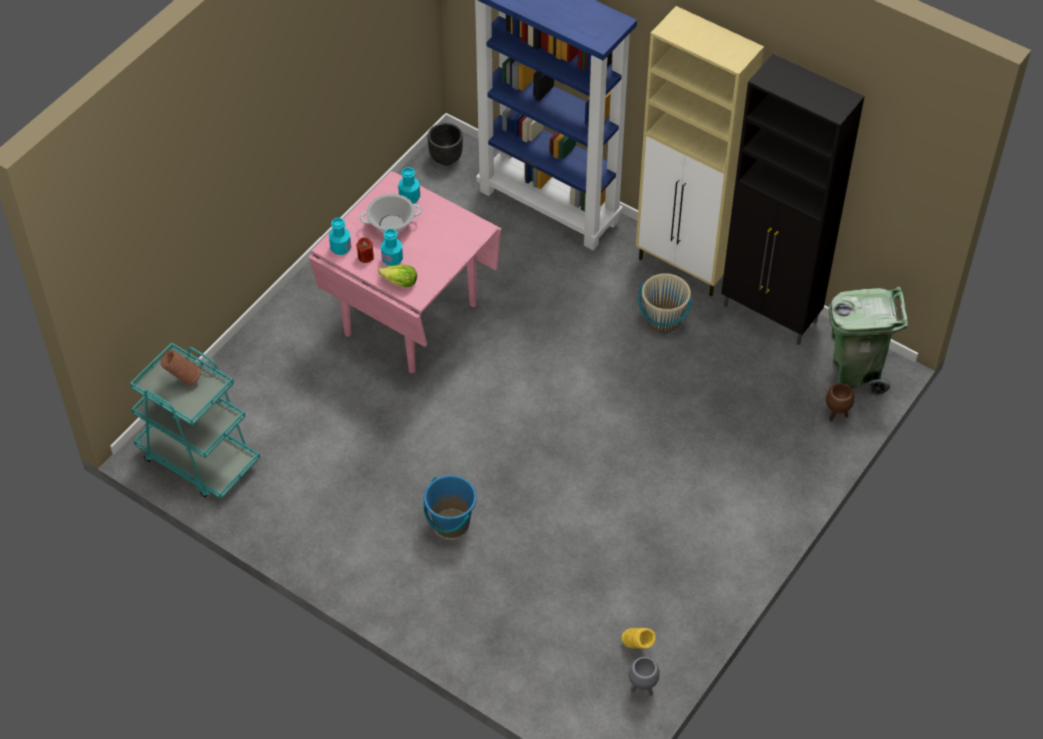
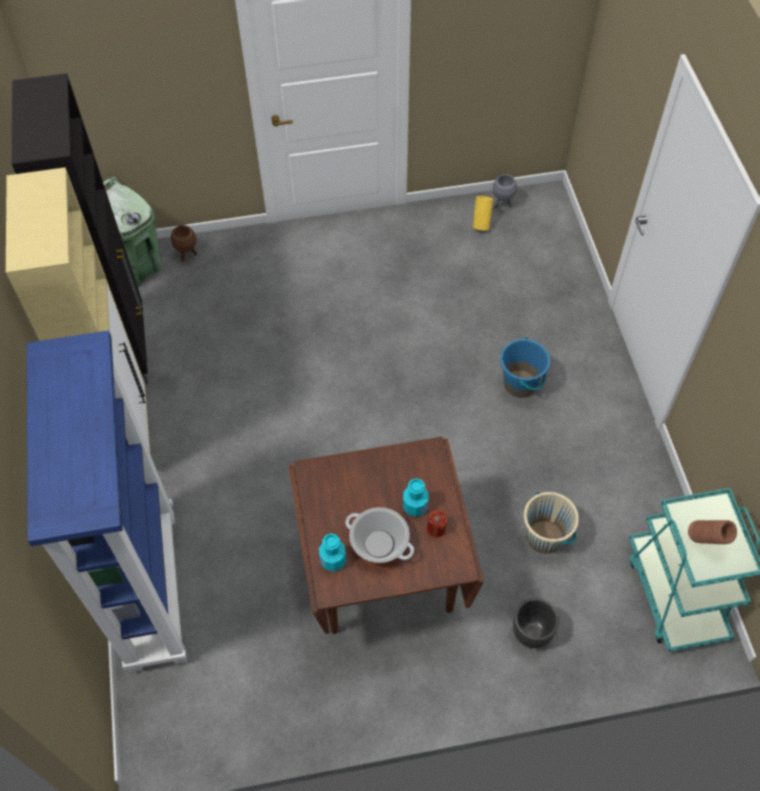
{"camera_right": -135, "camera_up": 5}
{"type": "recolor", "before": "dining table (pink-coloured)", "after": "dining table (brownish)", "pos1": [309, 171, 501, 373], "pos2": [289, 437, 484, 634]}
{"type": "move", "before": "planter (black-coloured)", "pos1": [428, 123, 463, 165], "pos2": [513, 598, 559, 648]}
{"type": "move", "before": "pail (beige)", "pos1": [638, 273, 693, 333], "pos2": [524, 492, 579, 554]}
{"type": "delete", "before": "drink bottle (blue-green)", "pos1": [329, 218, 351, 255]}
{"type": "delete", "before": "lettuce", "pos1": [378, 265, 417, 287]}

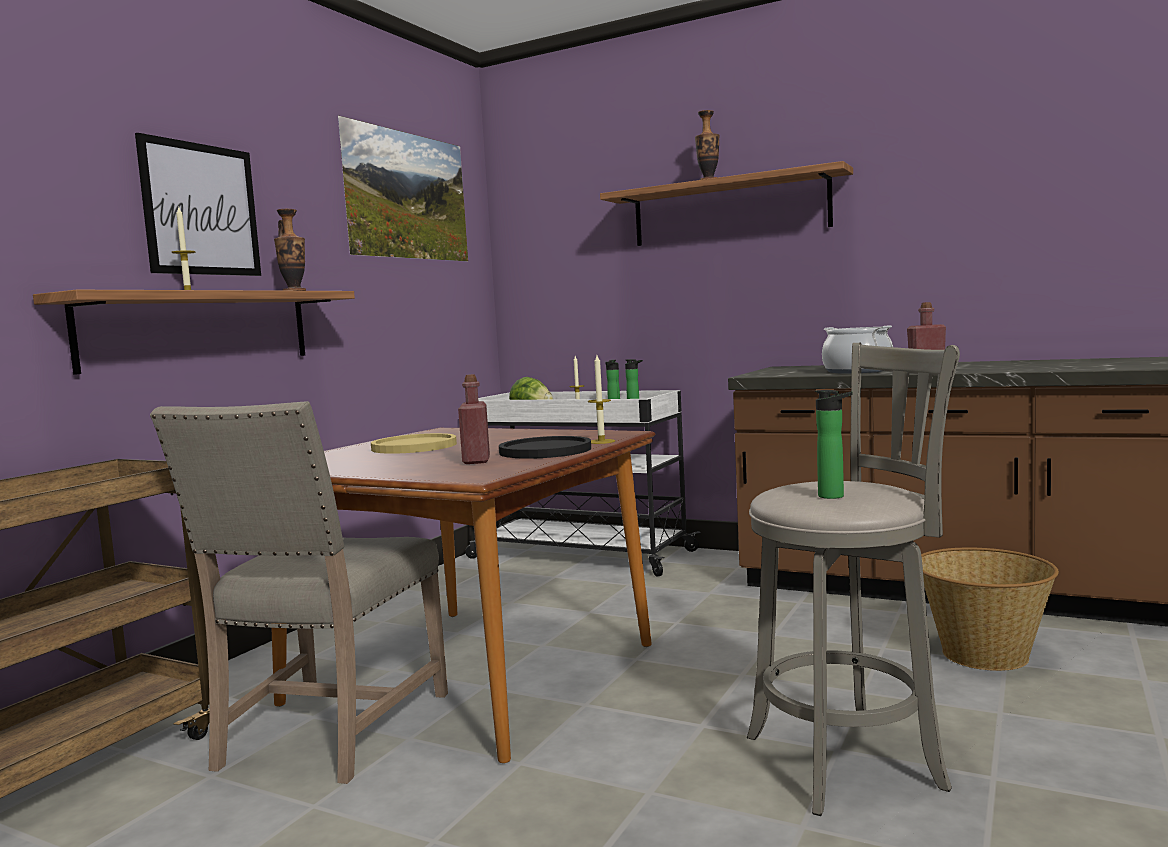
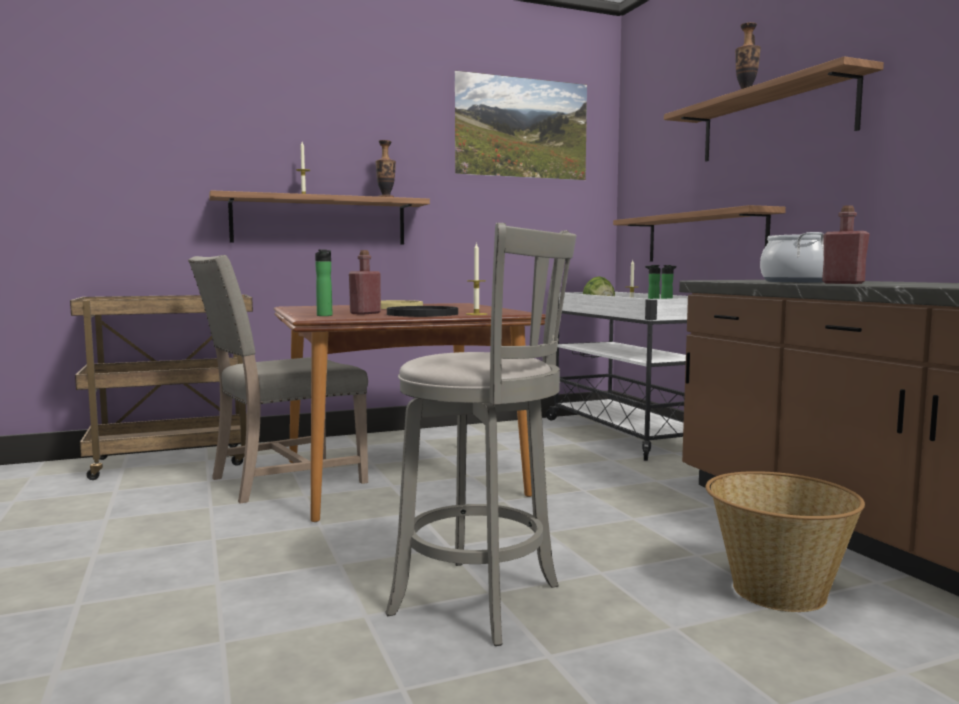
{"camera_right": 40, "camera_up": 0}
{"type": "move", "before": "drink bottle", "pos1": [815, 390, 853, 499], "pos2": [315, 249, 332, 316]}
{"type": "insert", "after": "wall shelf", "pos2": [613, 205, 786, 261]}
{"type": "delete", "before": "wall picture", "pos1": [135, 133, 261, 276]}

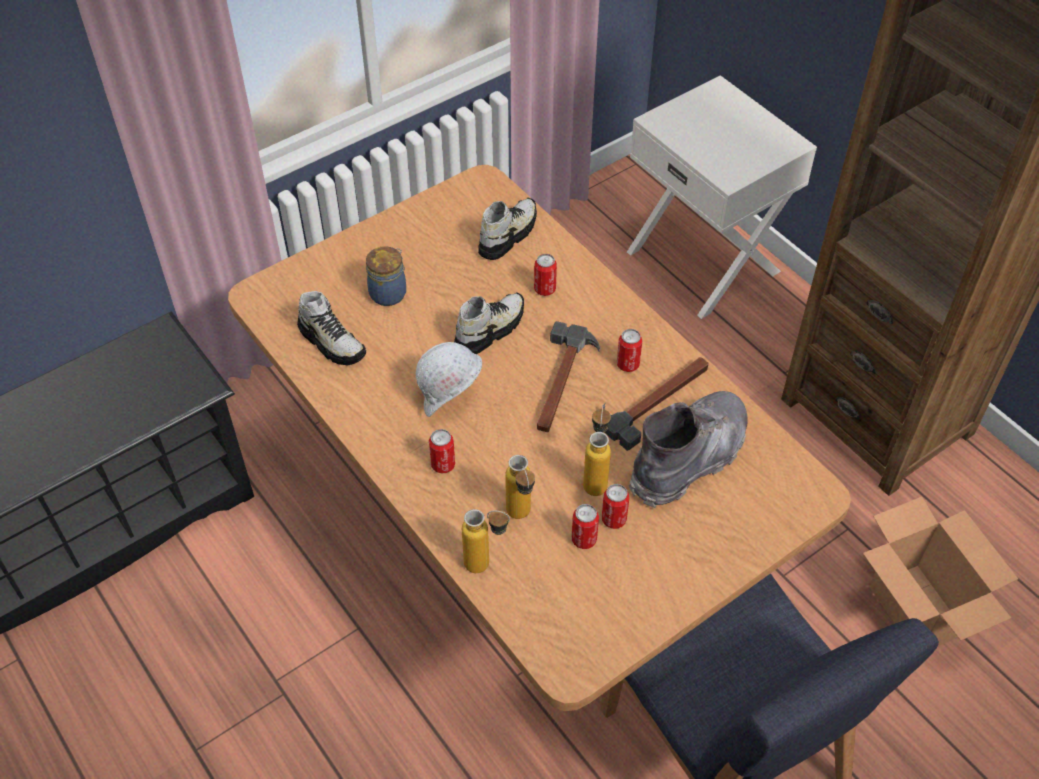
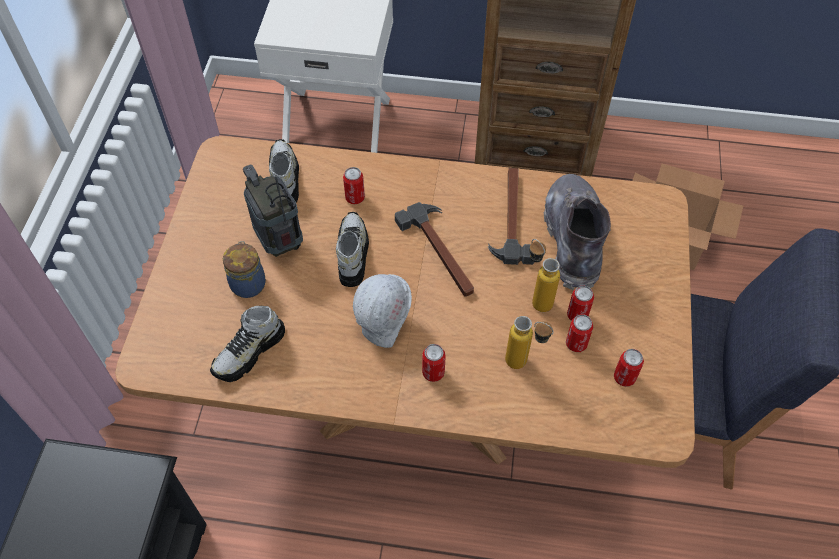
{"camera_right": -45, "camera_up": 5}
{"type": "rotate", "before": "low shoe", "pos1": [297, 291, 366, 366], "pos2": [210, 306, 285, 382], "turn": 135}
{"type": "insert", "after": "radio receiver", "pos2": [243, 165, 303, 257]}
{"type": "move", "before": "metal can", "pos1": [617, 329, 642, 372], "pos2": [614, 349, 644, 387]}
{"type": "delete", "before": "drink bottle", "pos1": [462, 509, 510, 573]}

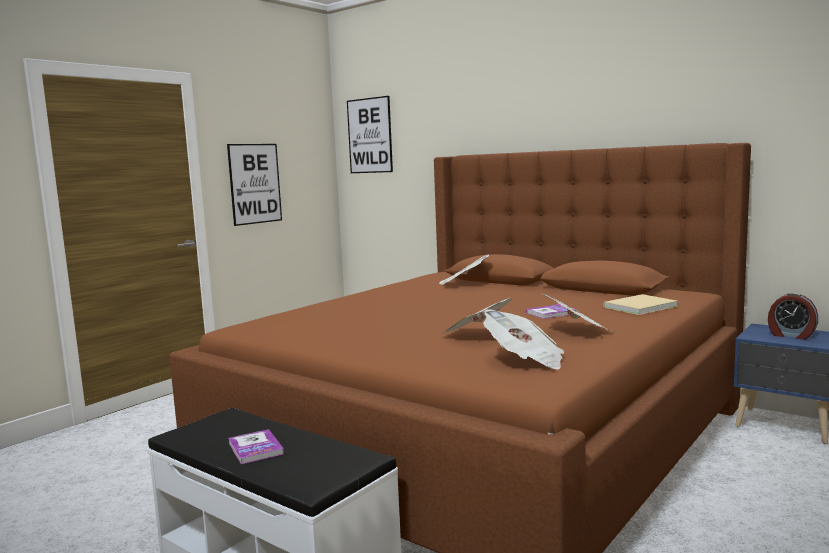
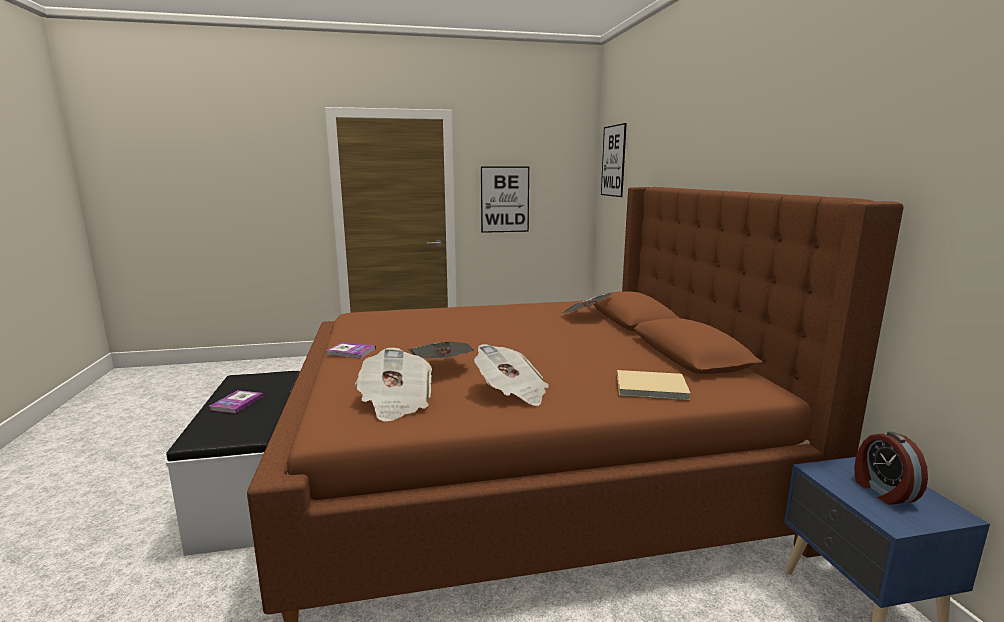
{"camera_right": 40, "camera_up": 5}
{"type": "move", "before": "volume", "pos1": [526, 304, 578, 319], "pos2": [326, 342, 376, 358]}

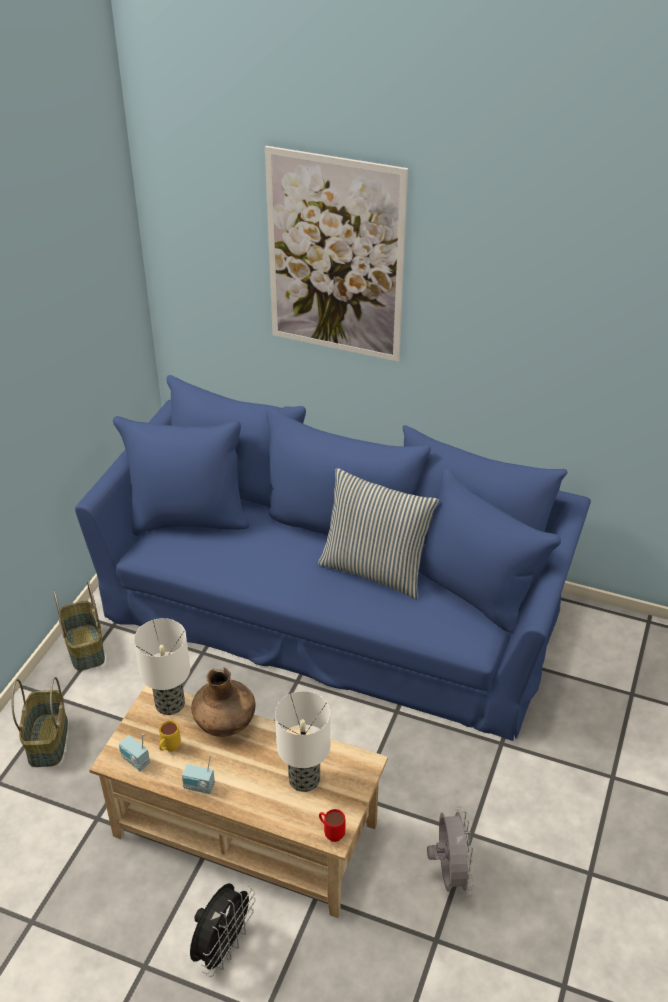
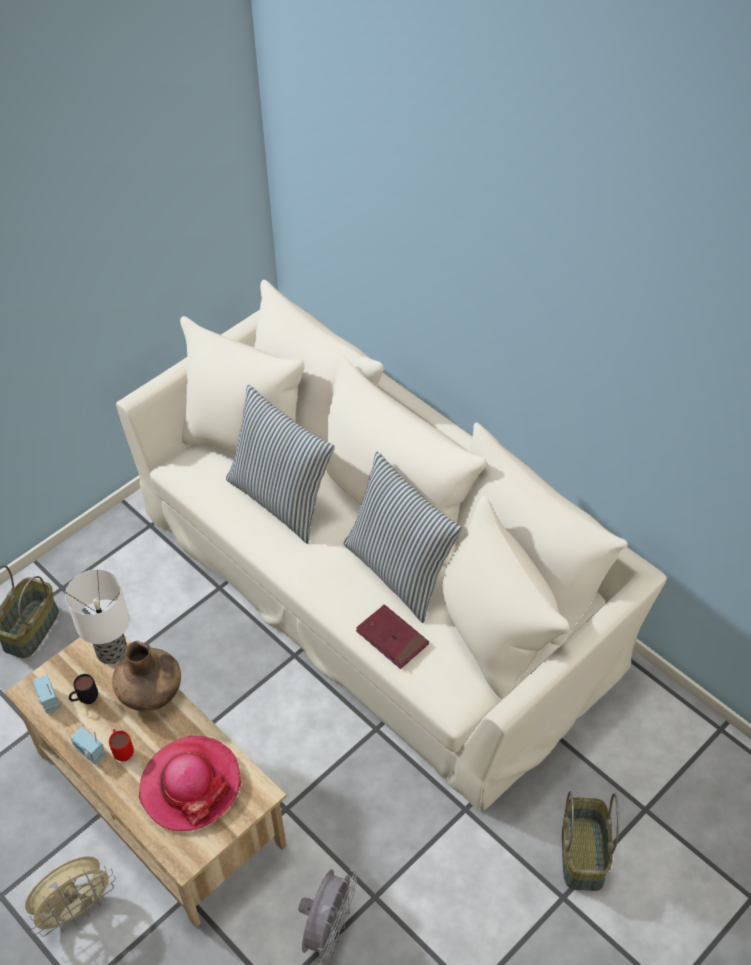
{"camera_right": 25, "camera_up": 10}
{"type": "recolor", "before": "electric fan (black-coloured)", "after": "electric fan (beige)", "pos1": [190, 883, 255, 977], "pos2": [25, 856, 116, 937]}
{"type": "recolor", "before": "mug (yellowish)", "after": "mug (black-coloured)", "pos1": [159, 721, 181, 751], "pos2": [69, 674, 98, 704]}
{"type": "move", "before": "mug (red)", "pos1": [319, 809, 345, 842], "pos2": [109, 729, 134, 761]}
{"type": "recolor", "before": "settee (bluish)", "after": "settee (beige)", "pos1": [75, 375, 591, 741], "pos2": [116, 280, 667, 811]}
{"type": "replace", "before": "table lamp", "after": "hat", "pos1": [275, 691, 330, 792], "pos2": [139, 736, 241, 831]}
{"type": "insert", "after": "cushion", "pos2": [226, 385, 335, 544]}
{"type": "insert", "after": "volume (red)", "pos2": [356, 604, 429, 669]}
{"type": "move", "before": "basket", "pos1": [53, 581, 105, 671], "pos2": [562, 791, 619, 891]}
{"type": "delete", "before": "wall picture", "pos1": [265, 146, 408, 362]}

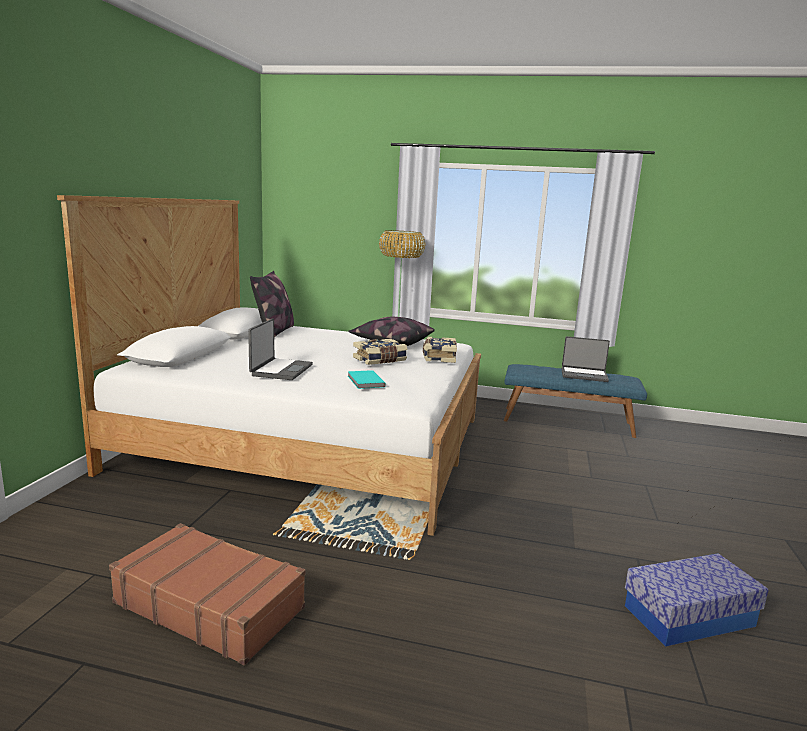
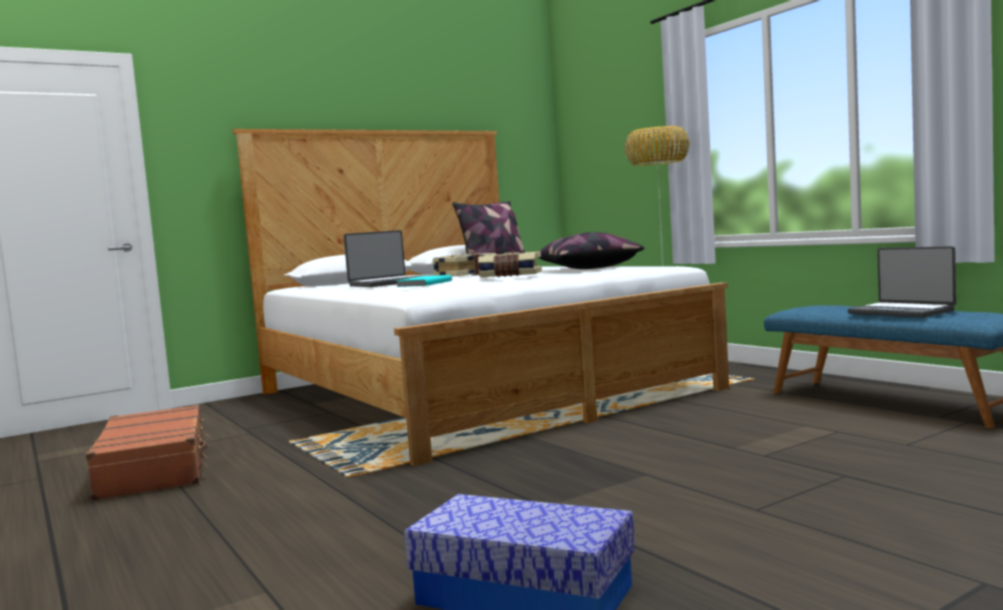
{"camera_right": 45, "camera_up": -10}
{"type": "move", "before": "volume", "pos1": [423, 337, 457, 363], "pos2": [432, 253, 496, 276]}

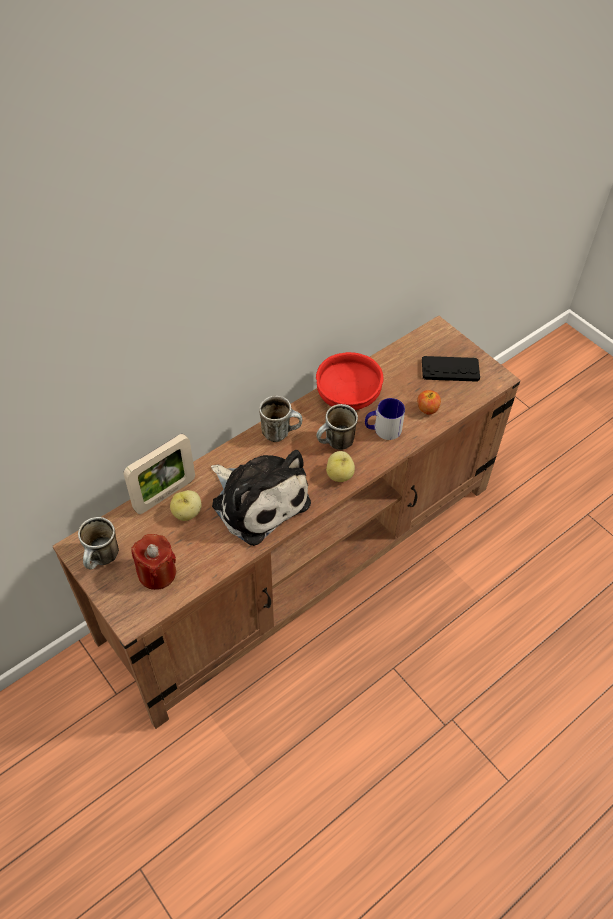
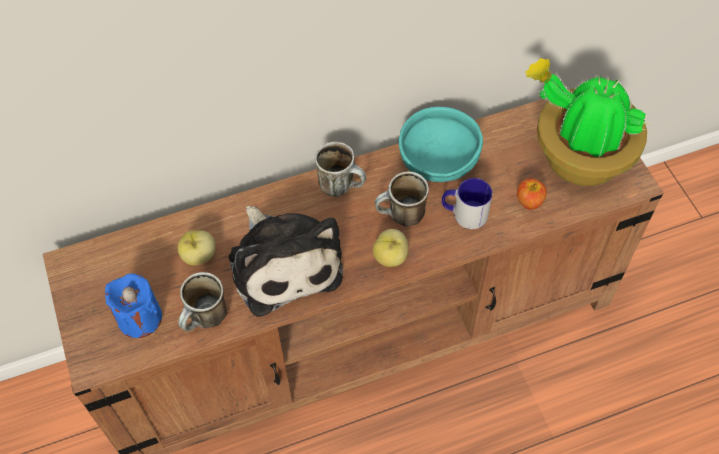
{"camera_right": 20, "camera_up": 5}
{"type": "recolor", "before": "wax light (red)", "after": "wax light (bluish)", "pos1": [131, 534, 176, 590], "pos2": [105, 273, 162, 338]}
{"type": "move", "before": "mug", "pos1": [78, 517, 119, 570], "pos2": [179, 272, 227, 332]}
{"type": "recolor", "before": "deep dish (red)", "after": "deep dish (blue-green)", "pos1": [316, 352, 384, 410], "pos2": [399, 107, 483, 182]}
{"type": "replace", "before": "joypad (black-coloured)", "after": "potted plant", "pos1": [422, 356, 480, 382], "pos2": [525, 58, 650, 186]}
{"type": "delete", "before": "picture frame", "pos1": [123, 434, 195, 514]}

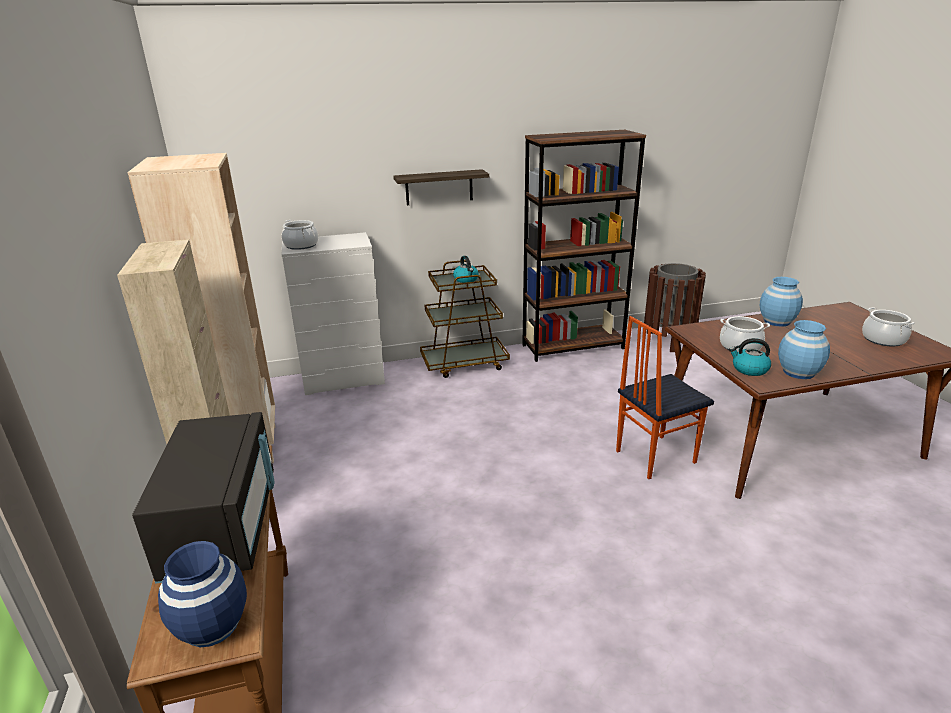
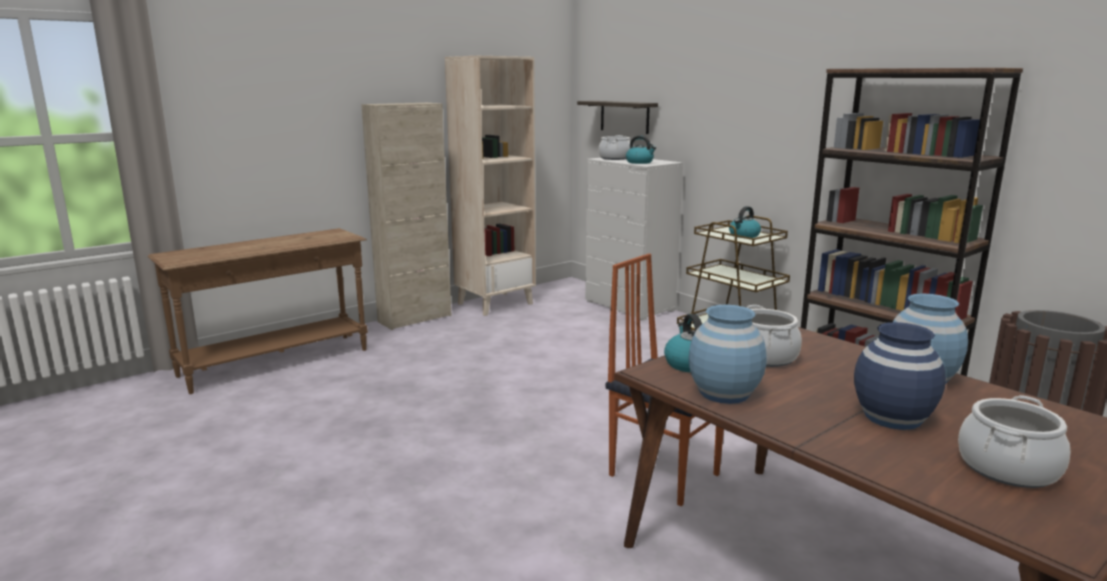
{"camera_right": 65, "camera_up": -10}
{"type": "move", "before": "wall shelf", "pos1": [393, 169, 489, 205], "pos2": [577, 101, 658, 134]}
{"type": "insert", "after": "water kettle", "pos2": [626, 136, 656, 164]}
{"type": "move", "before": "flower vase (bluish)", "pos1": [158, 541, 247, 647], "pos2": [854, 322, 946, 430]}
{"type": "delete", "before": "kitchen microwave (black-coloured)", "pos1": [132, 412, 275, 584]}

